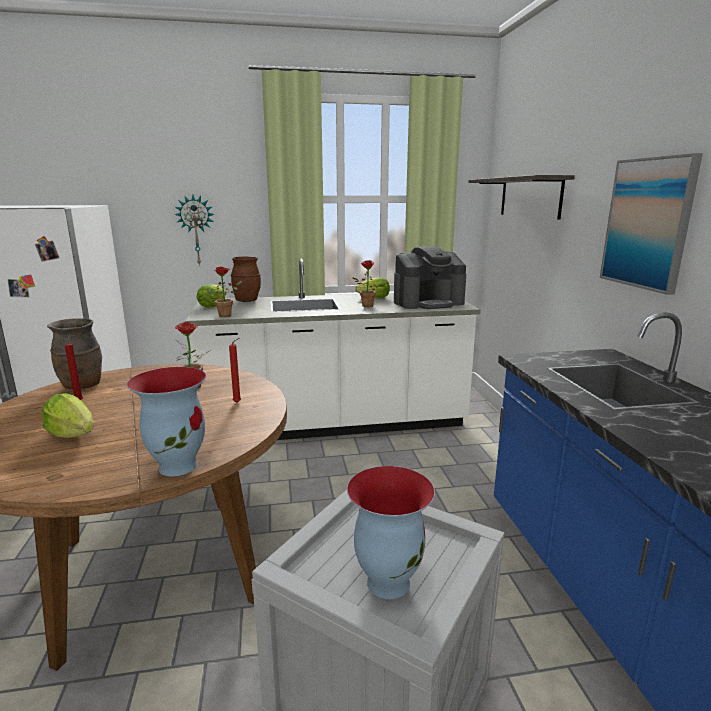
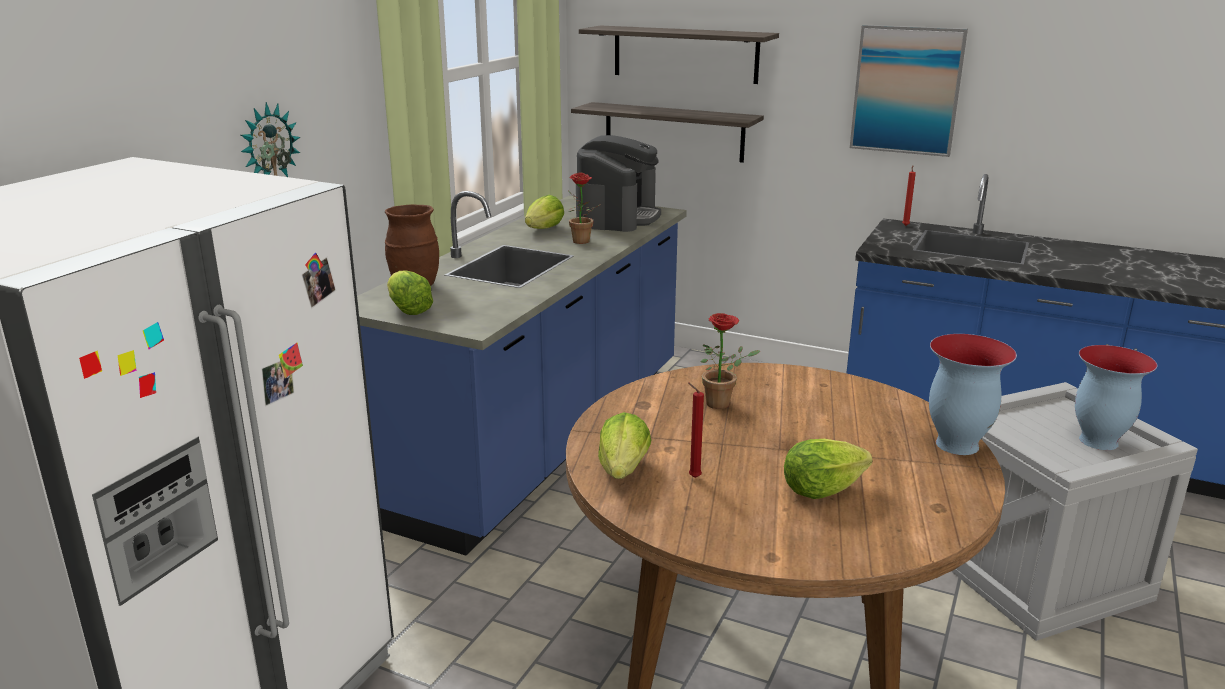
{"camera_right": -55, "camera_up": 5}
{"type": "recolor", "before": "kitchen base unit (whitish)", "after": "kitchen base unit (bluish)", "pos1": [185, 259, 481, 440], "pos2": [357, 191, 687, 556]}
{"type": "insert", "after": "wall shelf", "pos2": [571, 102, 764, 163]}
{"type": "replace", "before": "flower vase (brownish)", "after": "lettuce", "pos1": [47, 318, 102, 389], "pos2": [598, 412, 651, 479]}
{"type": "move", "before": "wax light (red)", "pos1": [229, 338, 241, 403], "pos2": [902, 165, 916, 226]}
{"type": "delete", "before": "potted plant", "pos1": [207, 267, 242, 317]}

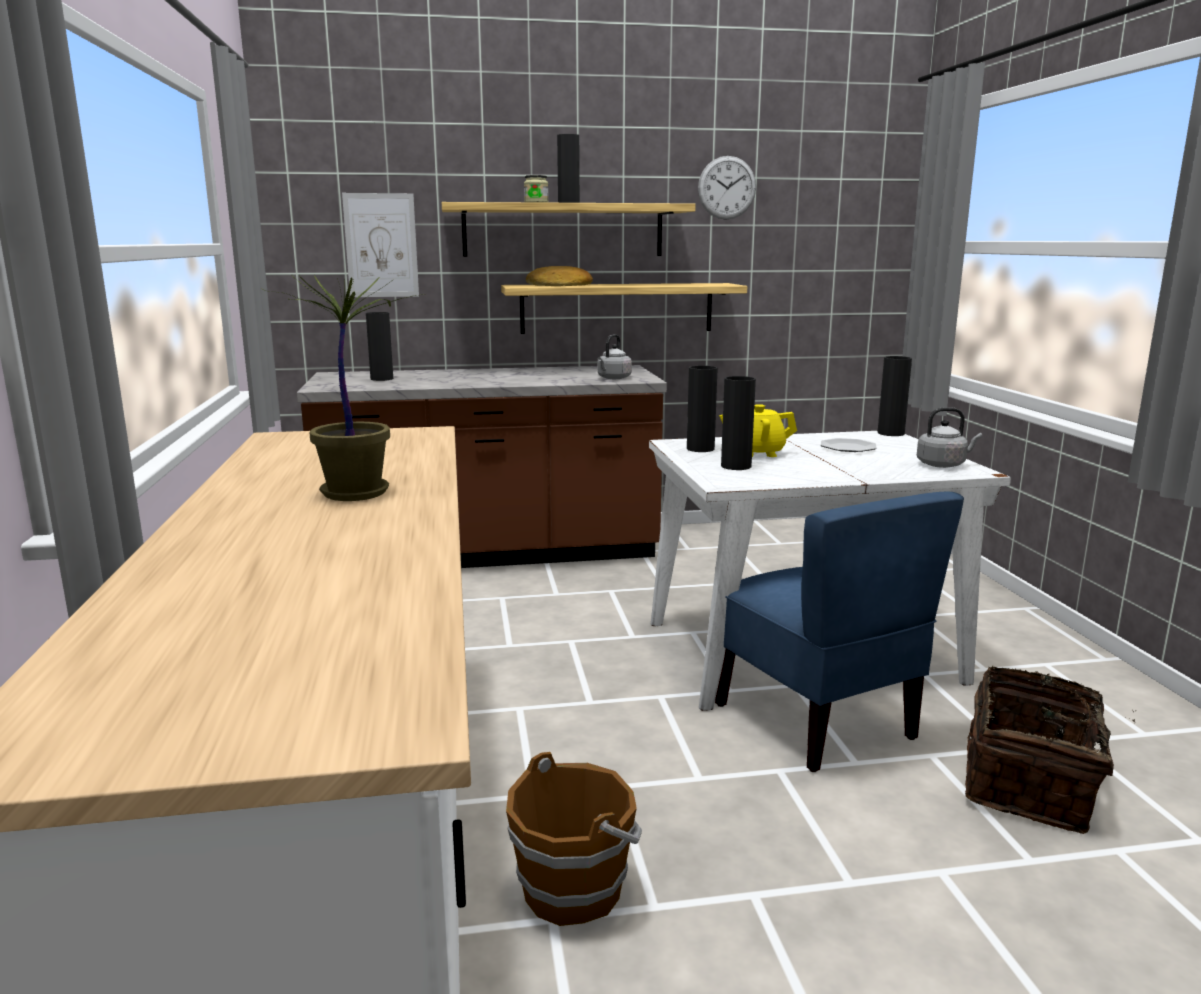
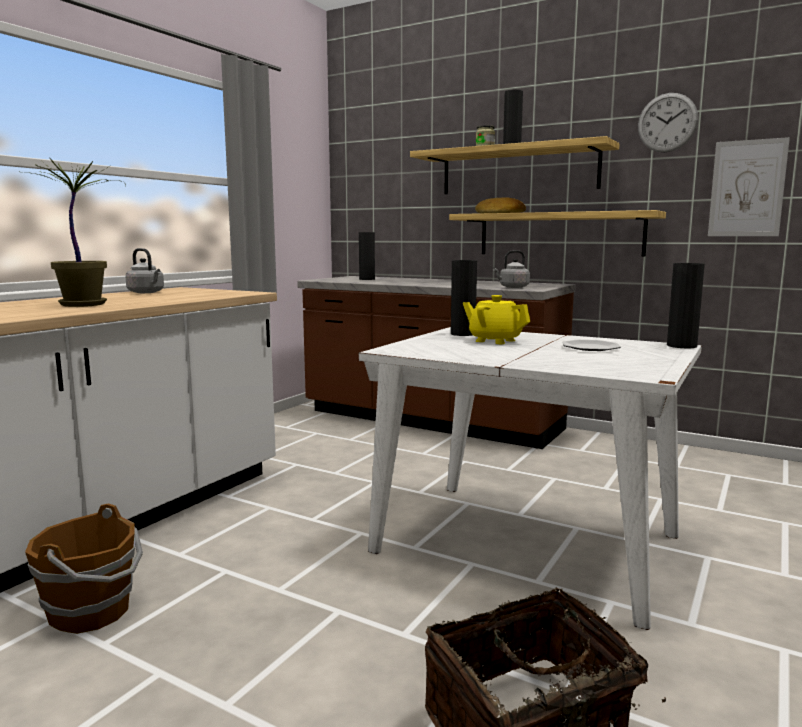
{"camera_right": 40, "camera_up": -5}
{"type": "move", "before": "water kettle (gray)", "pos1": [917, 407, 982, 468], "pos2": [125, 248, 164, 293]}
{"type": "move", "before": "wall picture", "pos1": [342, 193, 419, 297], "pos2": [708, 137, 790, 236]}
{"type": "delete", "before": "chair (bluish)", "pos1": [715, 492, 964, 772]}
{"type": "delete", "before": "flower vase (black-coloured)", "pos1": [721, 376, 756, 470]}

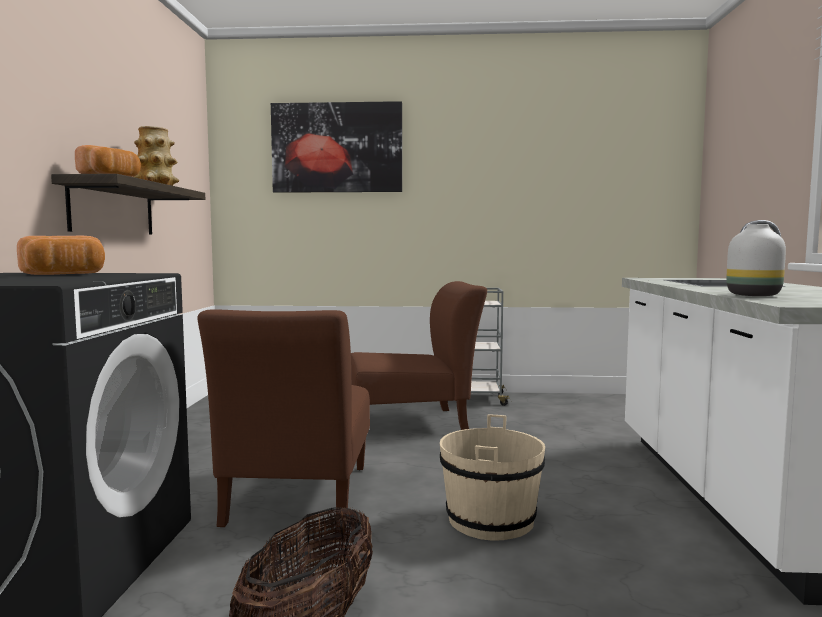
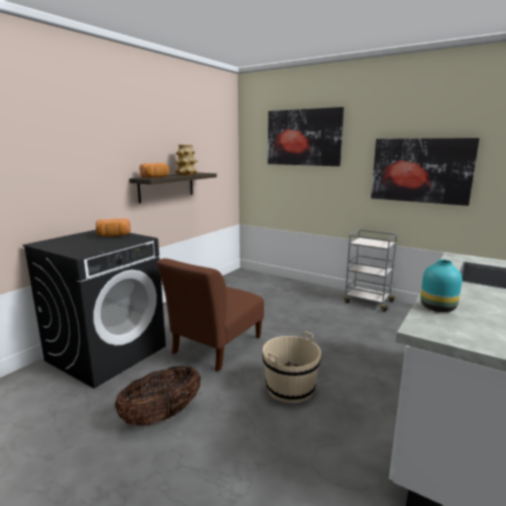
{"camera_right": 30, "camera_up": 10}
{"type": "insert", "after": "wall picture", "pos2": [371, 138, 480, 206]}
{"type": "recolor", "before": "flower vase (whitish)", "after": "flower vase (blue-green)", "pos1": [726, 224, 786, 296], "pos2": [420, 260, 462, 312]}
{"type": "delete", "before": "chair (brownish)", "pos1": [351, 281, 487, 430]}

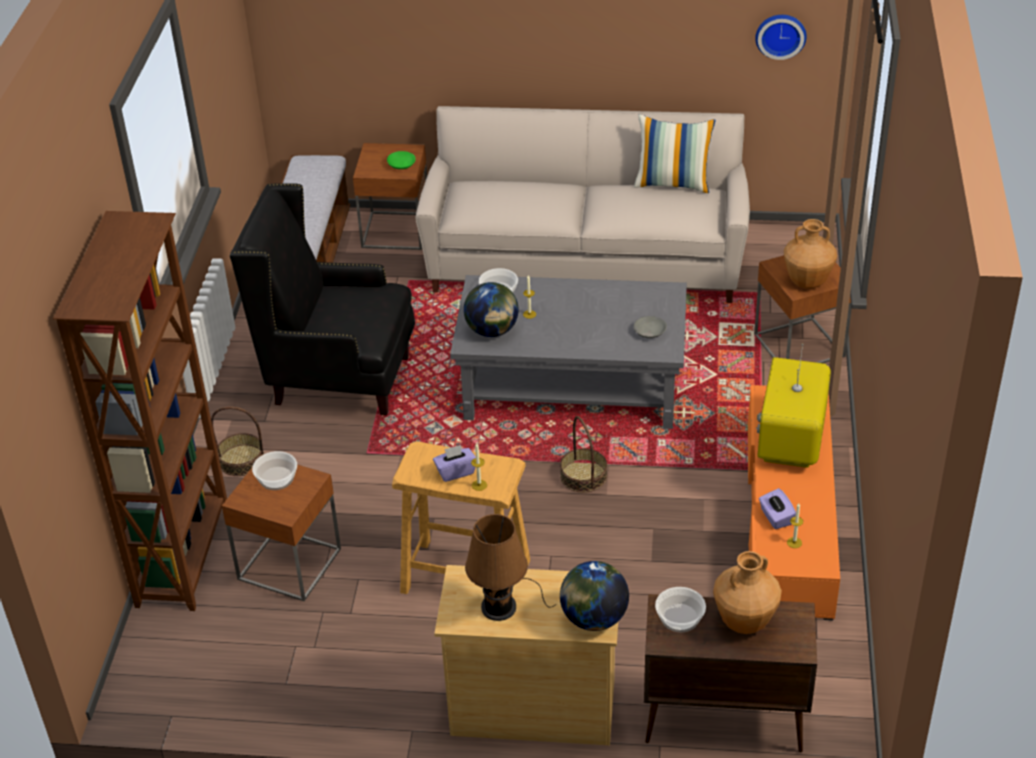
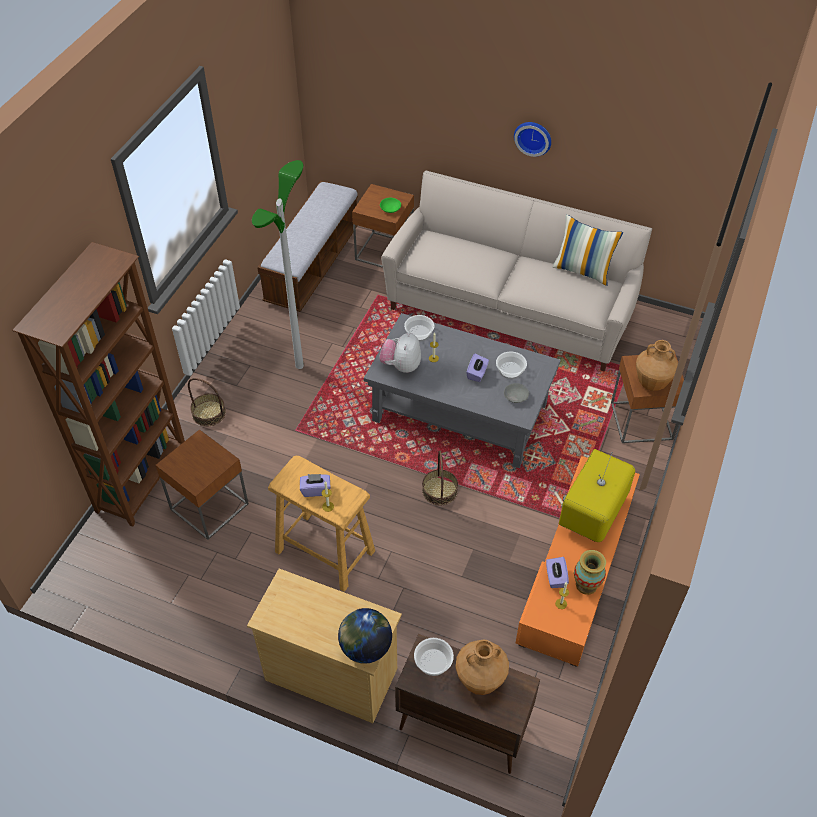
{"camera_right": 15, "camera_up": 10}
{"type": "replace", "before": "lounge chair (black-coloured)", "after": "standard lamp", "pos1": [230, 183, 415, 416], "pos2": [252, 160, 304, 369]}
{"type": "replace", "before": "world globe", "after": "cuddly toy", "pos1": [464, 282, 519, 337], "pos2": [379, 332, 421, 373]}
{"type": "insert", "after": "tissue holder (purple-coloured)", "pos2": [466, 354, 489, 382]}
{"type": "move", "before": "deep dish", "pos1": [252, 451, 297, 490], "pos2": [496, 352, 527, 379]}
{"type": "move", "before": "wall clock", "pos1": [755, 15, 807, 60], "pos2": [514, 122, 551, 157]}
{"type": "insert", "after": "flower vase", "pos2": [574, 550, 606, 595]}
{"type": "delete", "before": "table lamp (brownish)", "pos1": [465, 514, 556, 621]}

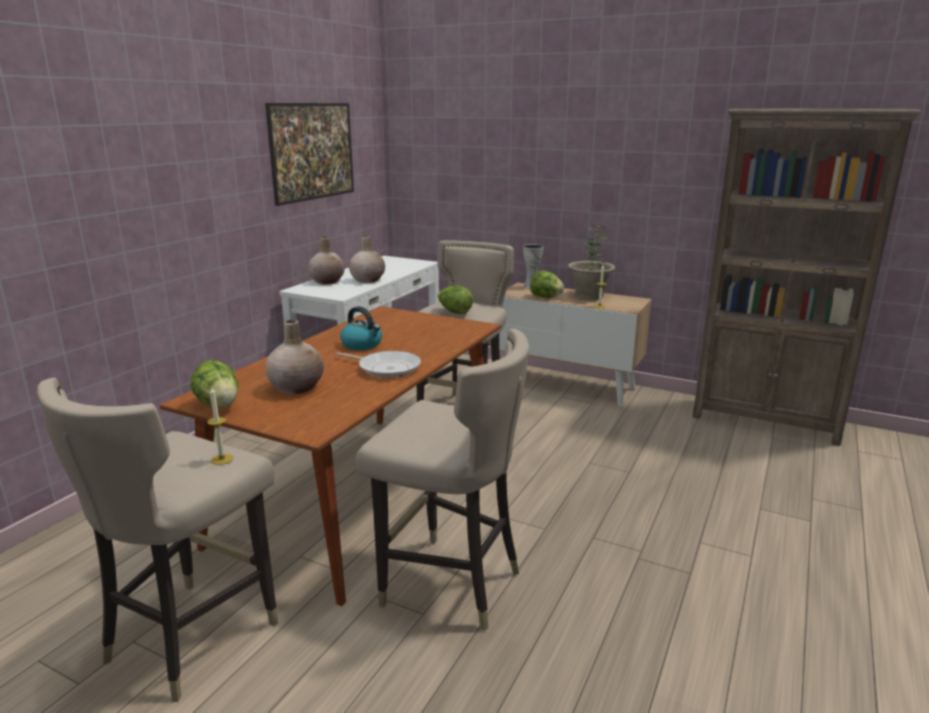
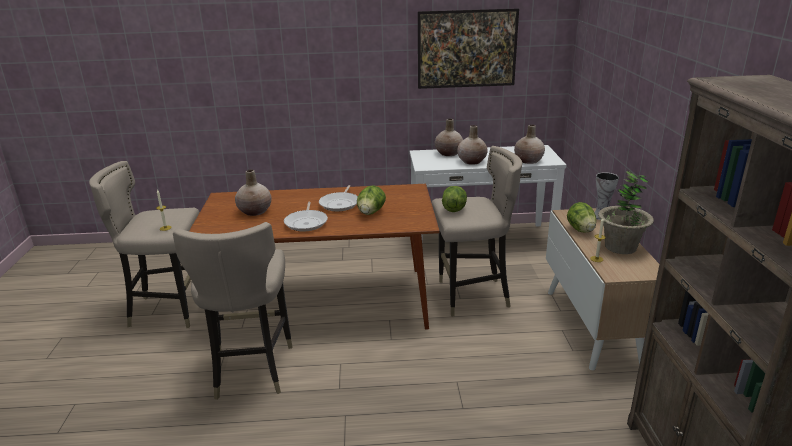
{"camera_right": 60, "camera_up": 5}
{"type": "replace", "before": "water kettle", "after": "frying pan", "pos1": [340, 306, 382, 350], "pos2": [319, 185, 358, 212]}
{"type": "move", "before": "lettuce", "pos1": [190, 360, 238, 408], "pos2": [357, 185, 386, 215]}
{"type": "insert", "after": "flower vase (beige)", "pos2": [514, 124, 545, 164]}

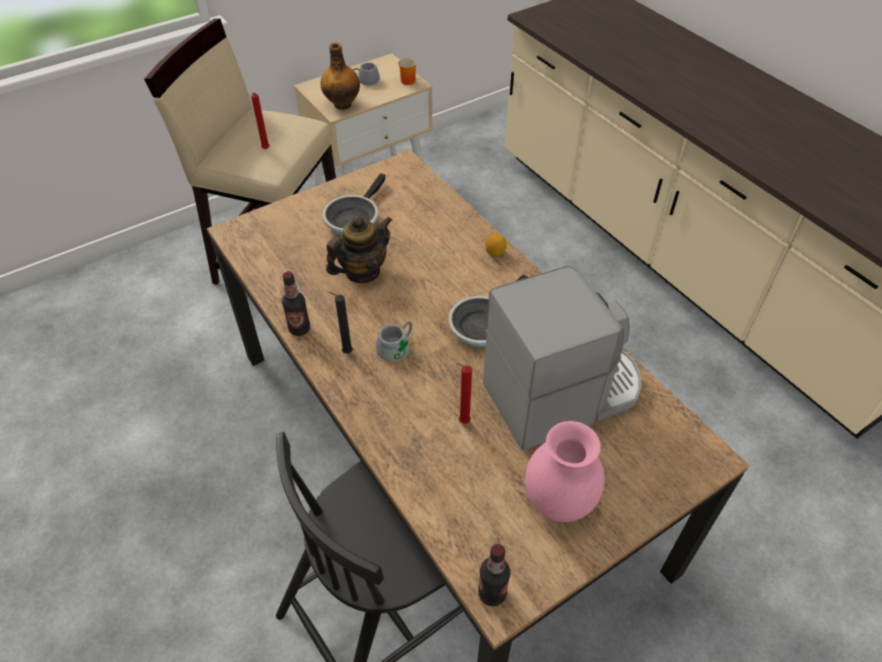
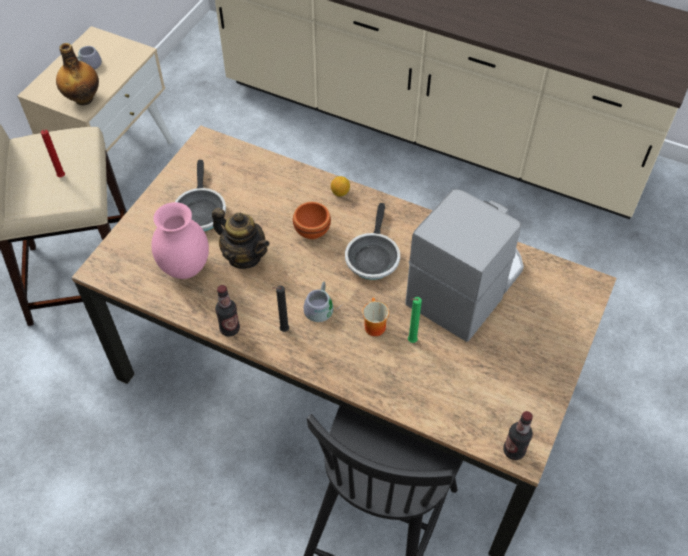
{"camera_right": -30, "camera_up": 5}
{"type": "move", "before": "flower vase (pink-coloured)", "pos1": [525, 421, 605, 522], "pos2": [152, 202, 209, 279]}
{"type": "rotate", "before": "tea pot", "pos1": [326, 216, 392, 283], "pos2": [212, 208, 270, 269], "turn": 105}
{"type": "insert", "after": "deep dish (brownish)", "pos2": [293, 202, 331, 239]}
{"type": "move", "before": "mug", "pos1": [398, 58, 417, 85], "pos2": [362, 298, 389, 336]}
{"type": "recolor", "before": "wax light (red)", "after": "wax light (greenish)", "pos1": [456, 363, 472, 424], "pos2": [408, 297, 422, 343]}

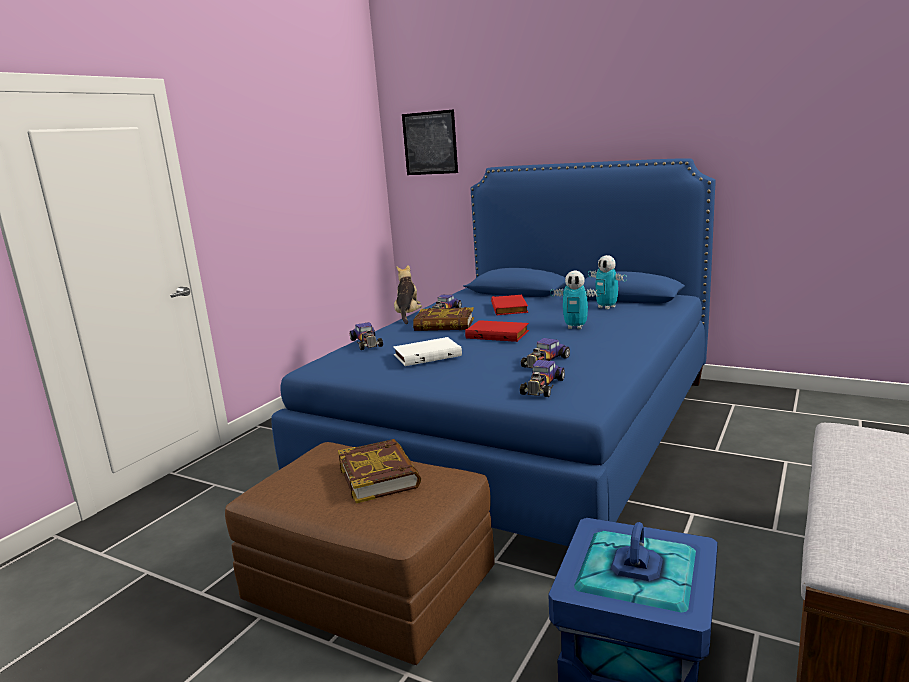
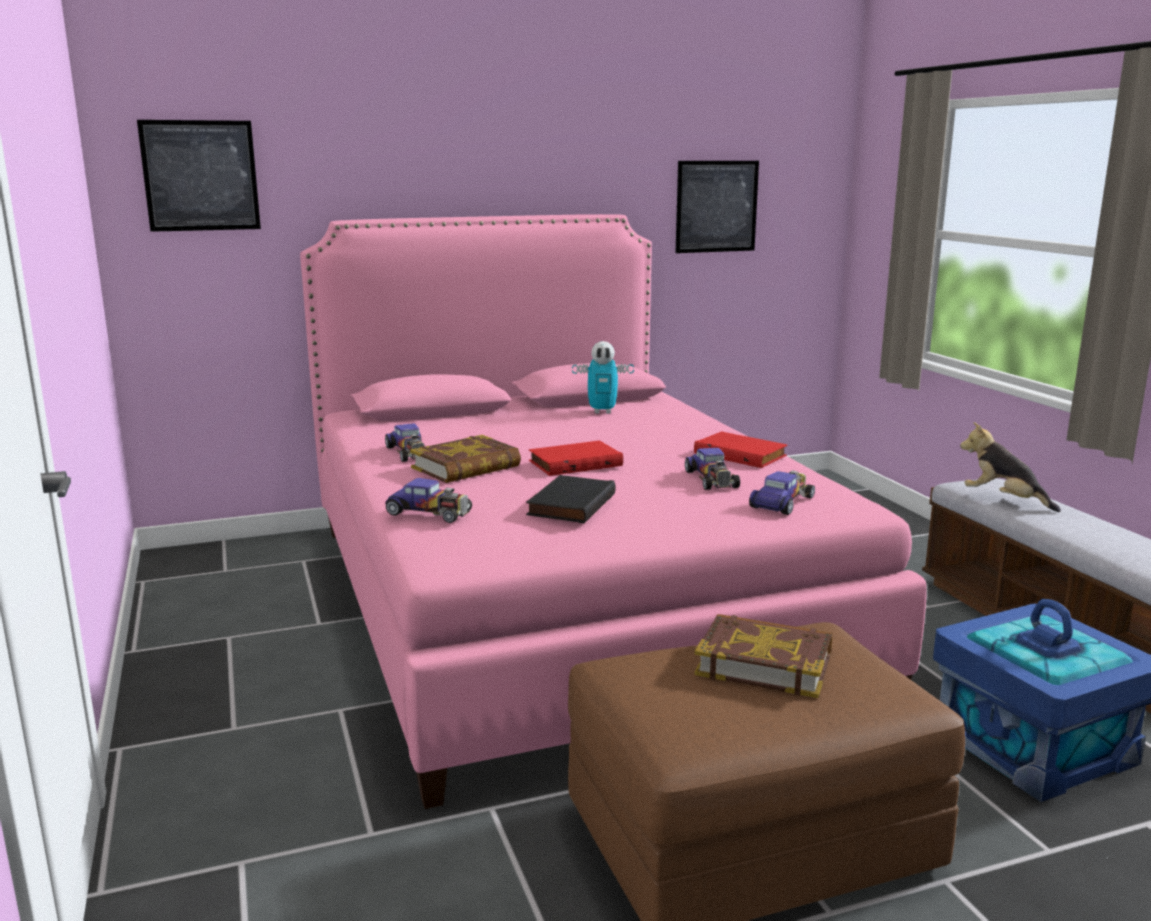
{"camera_right": -50, "camera_up": 0}
{"type": "recolor", "before": "sleeping bed (bluish)", "after": "sleeping bed (pink-coloured)", "pos1": [271, 158, 715, 546], "pos2": [300, 214, 927, 809]}
{"type": "recolor", "before": "volume (whitish)", "after": "volume (black-coloured)", "pos1": [393, 337, 462, 366], "pos2": [526, 475, 616, 523]}
{"type": "insert", "after": "wall picture", "pos2": [675, 161, 759, 253]}
{"type": "move", "before": "volume (red)", "pos1": [491, 295, 528, 315], "pos2": [694, 431, 788, 468]}
{"type": "rotate", "before": "toy car", "pos1": [520, 360, 565, 397], "pos2": [749, 470, 815, 515], "turn": -120}
{"type": "move", "before": "cuddly toy", "pos1": [394, 265, 422, 324], "pos2": [960, 422, 1061, 512]}
{"type": "delete", "before": "toy robot", "pos1": [550, 270, 601, 329]}

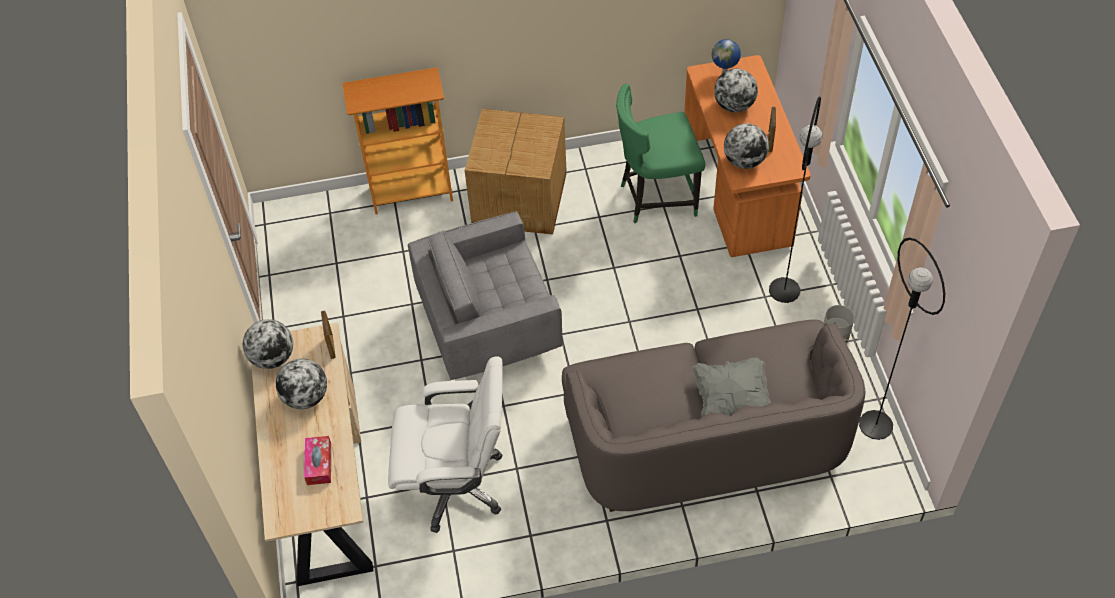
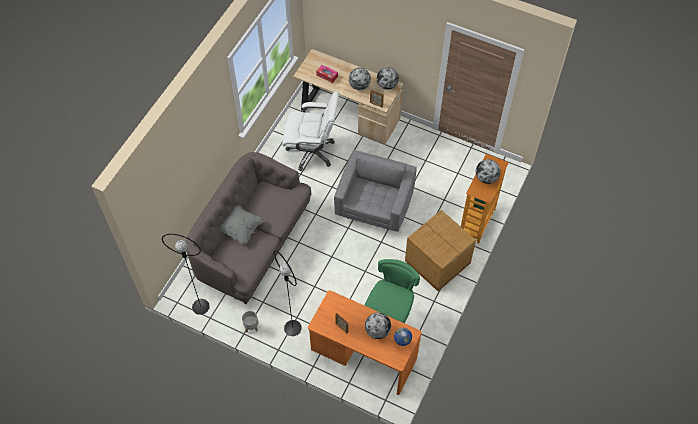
{"camera_right": 125, "camera_up": 5}
{"type": "rotate", "before": "office chair (whitish)", "pos1": [388, 356, 503, 533], "pos2": [282, 91, 339, 171], "turn": -120}
{"type": "move", "before": "world globe", "pos1": [724, 123, 769, 169], "pos2": [476, 159, 501, 184]}

